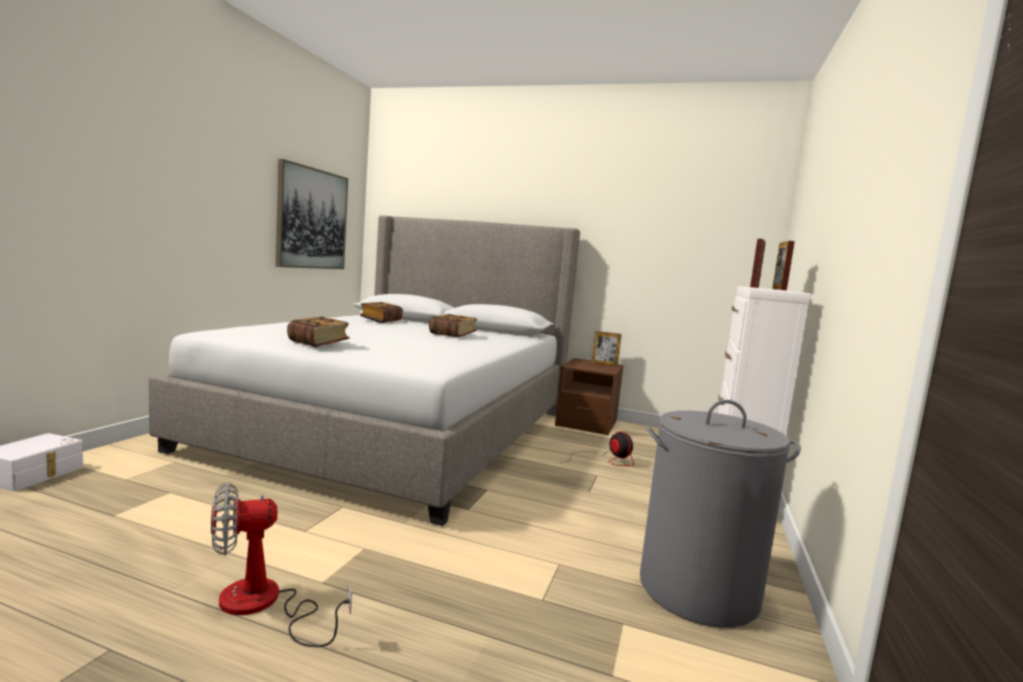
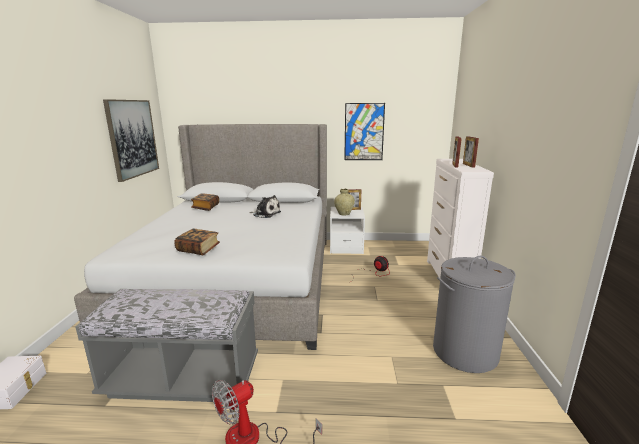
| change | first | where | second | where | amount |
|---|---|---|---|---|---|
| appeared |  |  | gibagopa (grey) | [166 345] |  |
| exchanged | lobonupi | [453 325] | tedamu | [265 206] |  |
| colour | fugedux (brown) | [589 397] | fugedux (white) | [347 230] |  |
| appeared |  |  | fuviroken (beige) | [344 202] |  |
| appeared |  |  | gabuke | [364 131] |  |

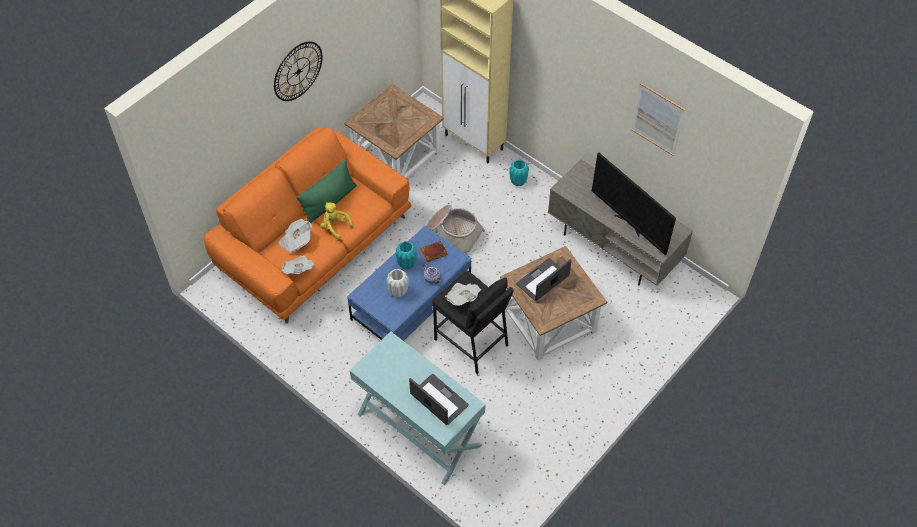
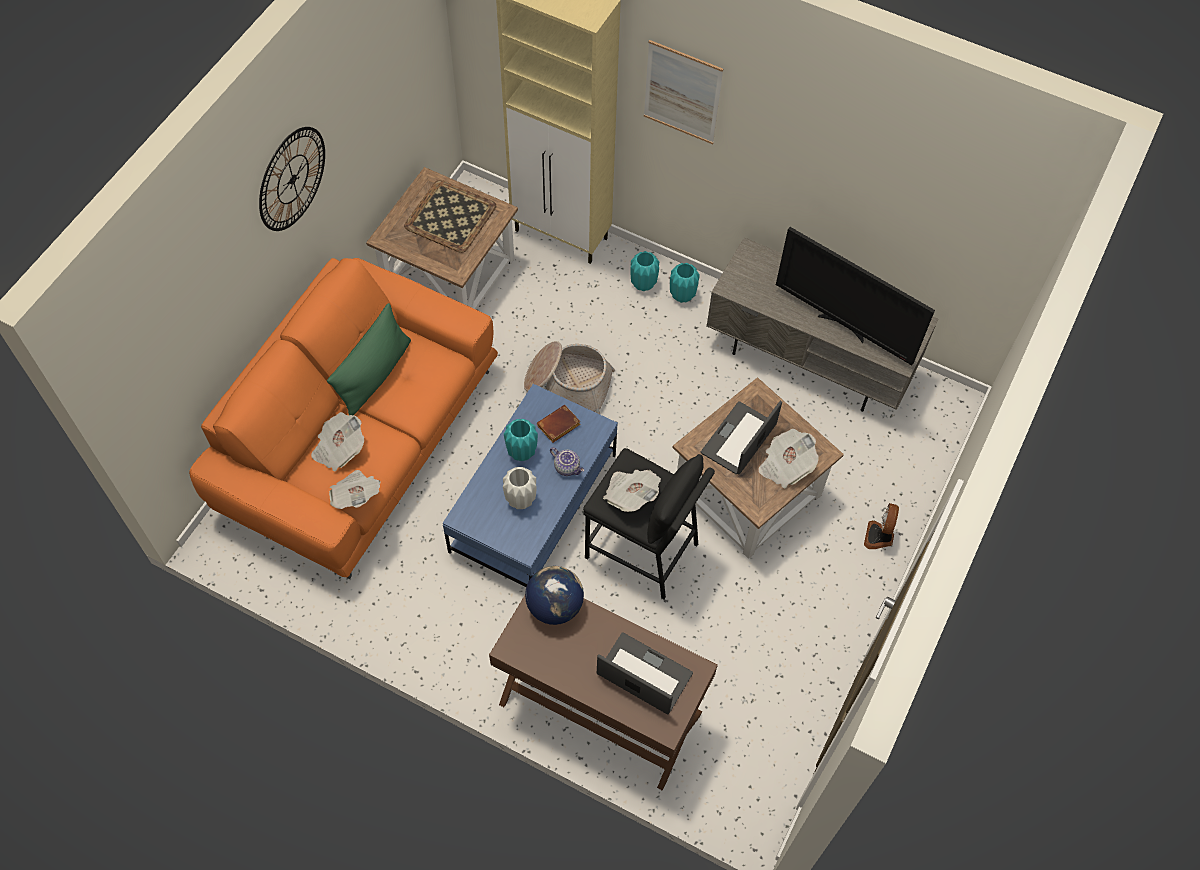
| change | first | where | second | where | amount |
|---|---|---|---|---|---|
| appeared |  |  | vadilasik | [450 216] |  |
| colour | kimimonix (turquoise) | [418 408] | kimimonix (brown) | [603 693] |  |
| appeared |  |  | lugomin | [554 595] |  |
| relocated | gabuke | [658 119] |  | [683 92] |  |
| appeared |  |  | fuviroken (turquoise) | [685 283] |  |
| appeared |  |  | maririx | [788 458] |  |
| appeared |  |  | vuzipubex | [881 526] |  |
| missing | tedamu (yellow) | [336 221] |  |  |  |

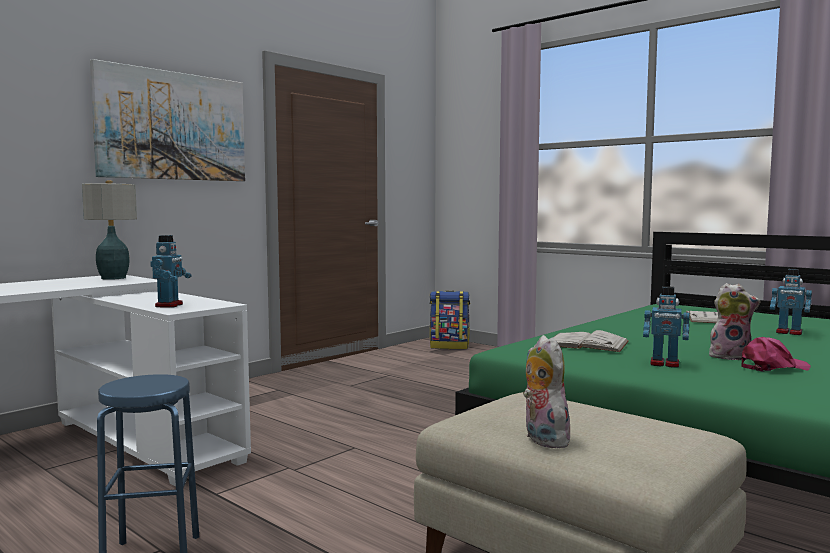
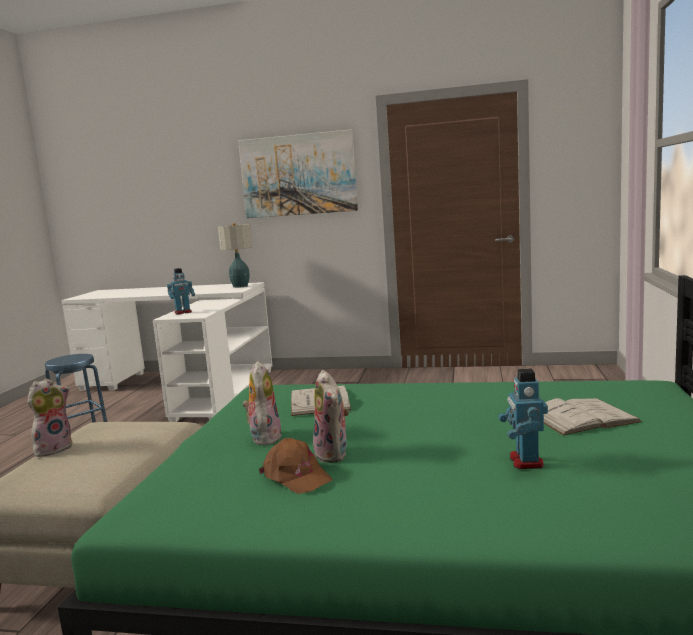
| change | first | where | second | where | amount |
|---|---|---|---|---|---|
| exchanged | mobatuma | [666 327] | tedamu | [262 403] |  |
| colour | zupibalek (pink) | [776 354] | zupibalek (brown) | [296 466] |  |
| missing | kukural | [450 320] |  |  |  |

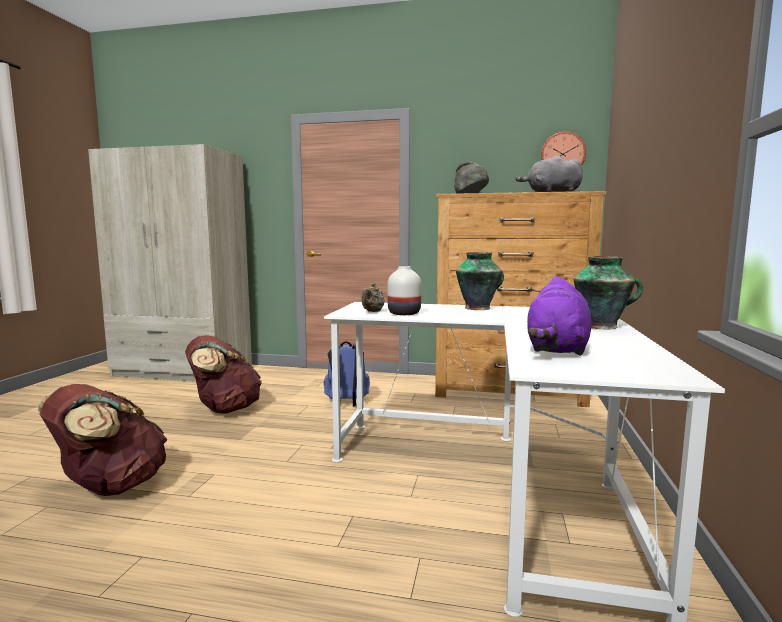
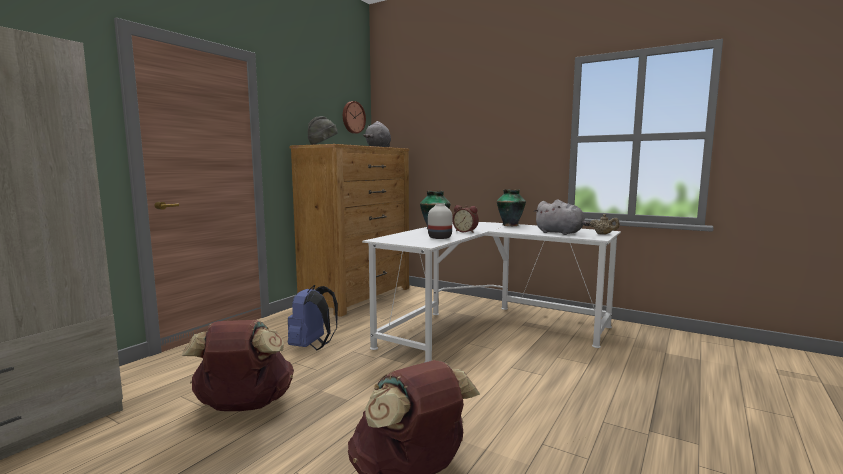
| change | first | where | second | where | amount |
|---|---|---|---|---|---|
| appeared |  |  | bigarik | [465 219] |  |
| colour | tedamu (purple) | [559 316] | tedamu (grey) | [562 217] |  |
| relocated | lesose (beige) | [372 297] |  | [605 224] |  |

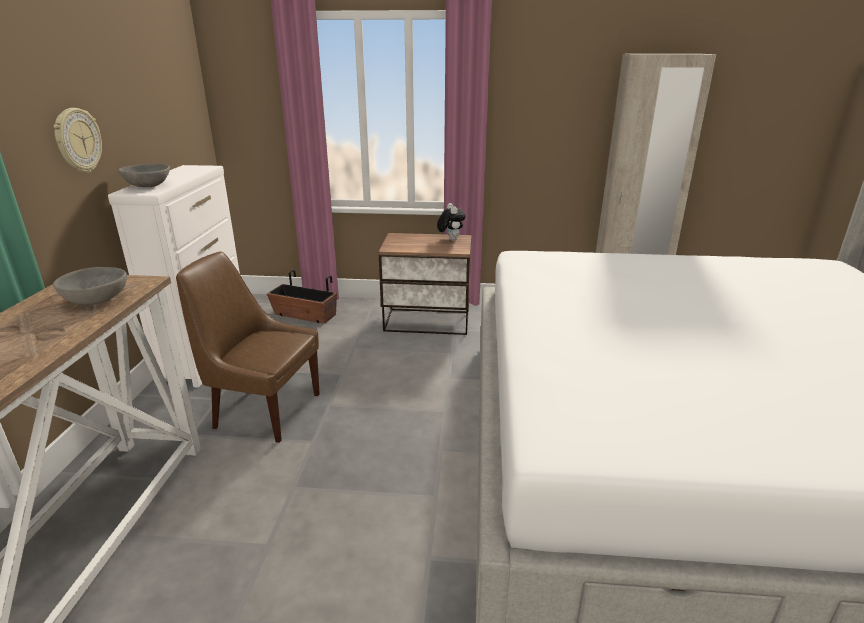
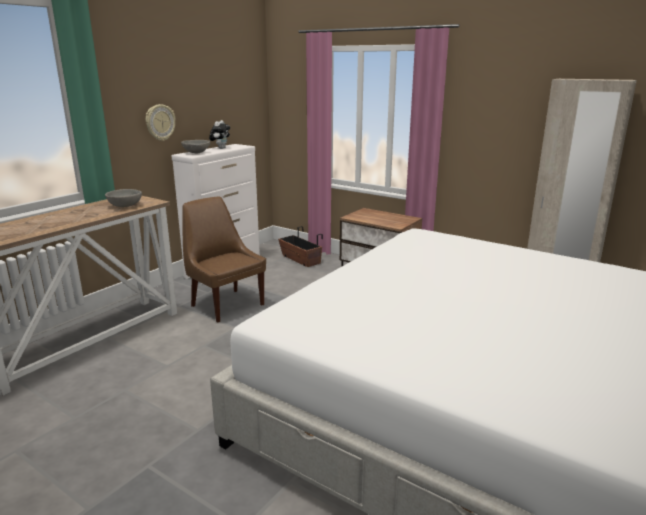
| change | first | where | second | where | amount |
|---|---|---|---|---|---|
| relocated | tedamu | [451 222] |  | [219 134] |  |

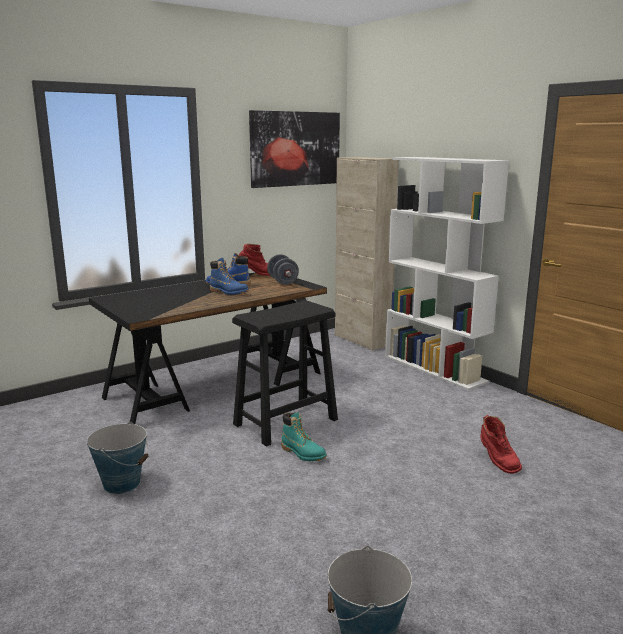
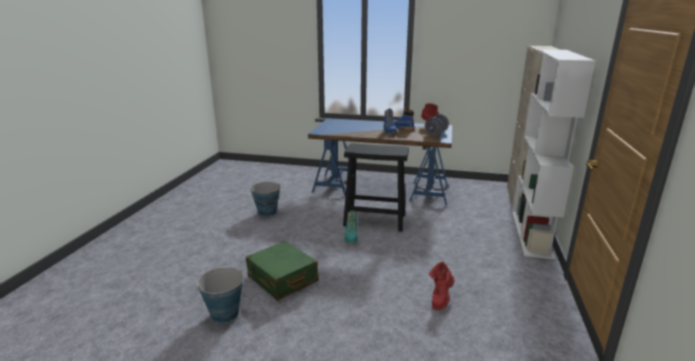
| change | first | where | second | where | amount |
|---|---|---|---|---|---|
| appeared |  |  | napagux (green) | [282 271] |  |
| colour | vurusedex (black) | [208 348] | vurusedex (blue) | [380 161] |  |
| missing | gabuke | [294 149] |  |  |  |

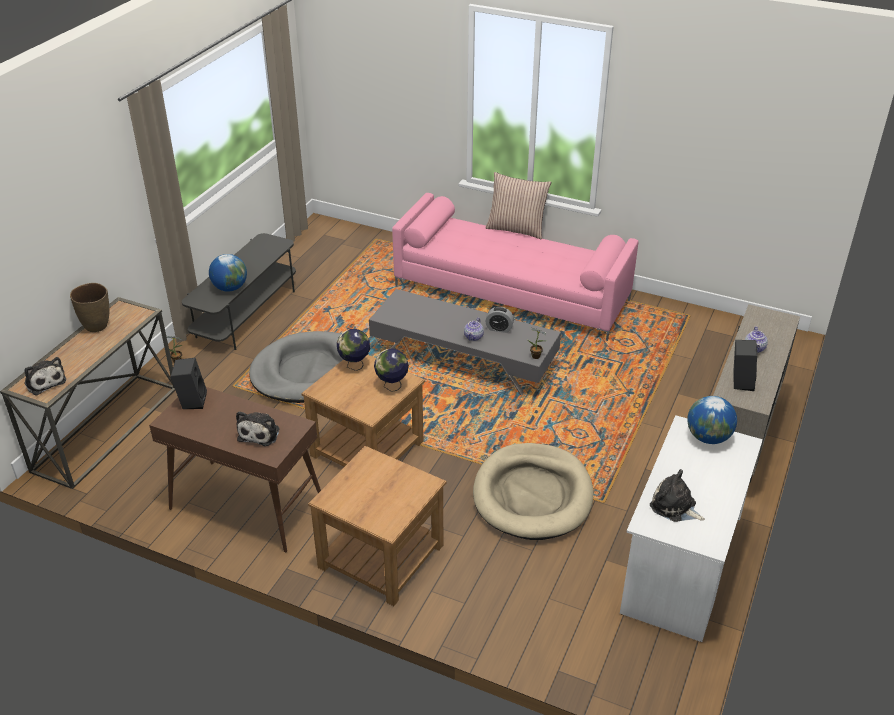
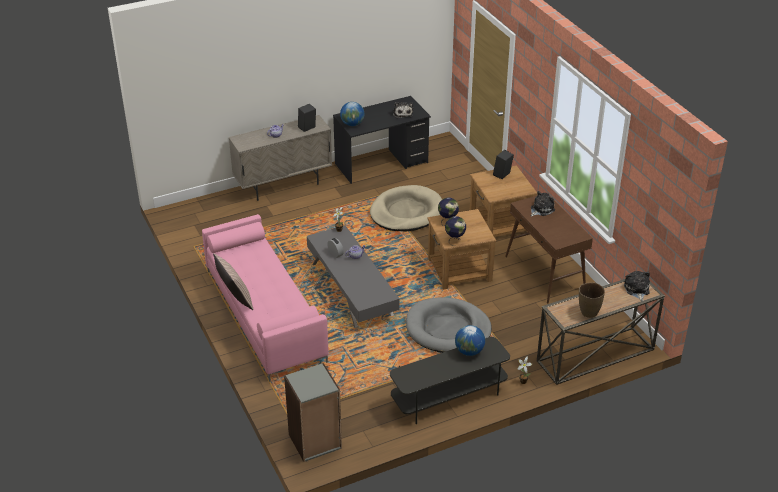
| change | first | where | second | where | amount |
|---|---|---|---|---|---|
| appeared |  |  | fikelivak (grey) | [313 412] |  |
| colour | vurusedex (white) | [691 528] | vurusedex (black) | [382 140] |  |
| relocated | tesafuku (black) | [188 383] |  | [503 164] |  |

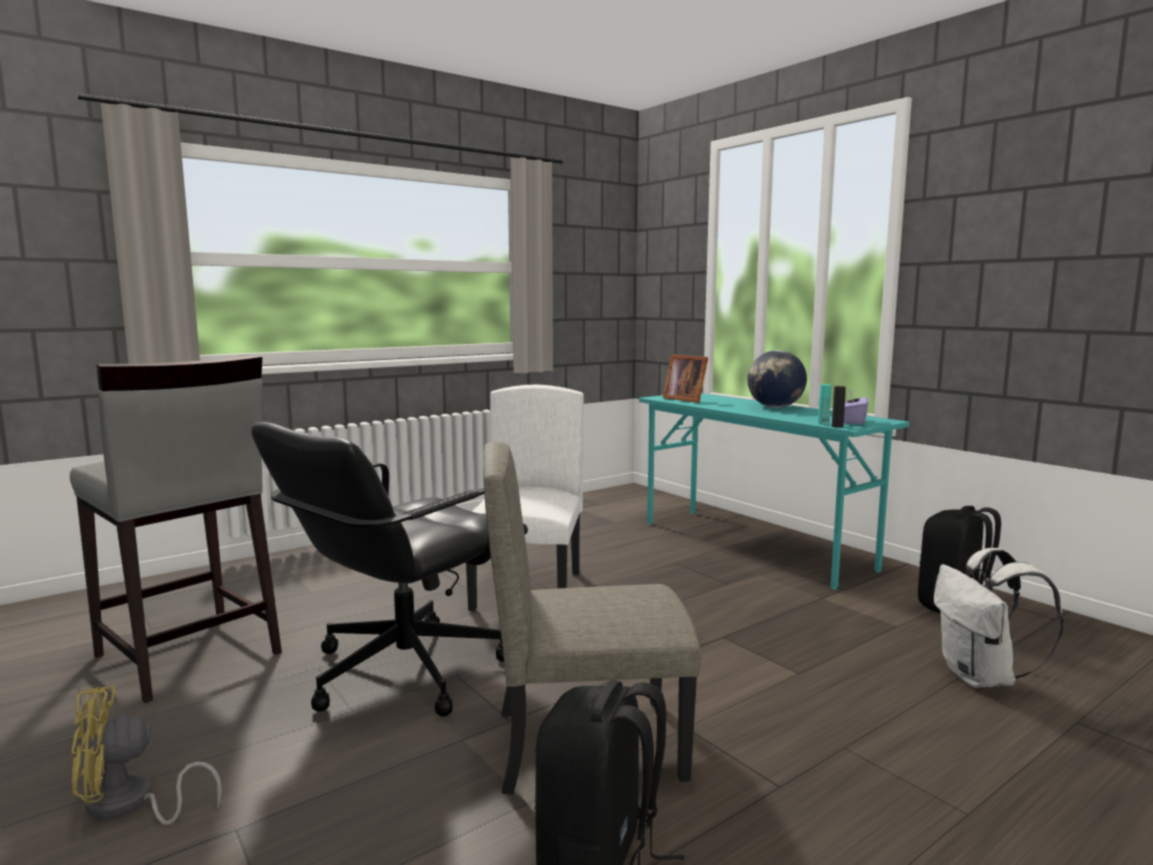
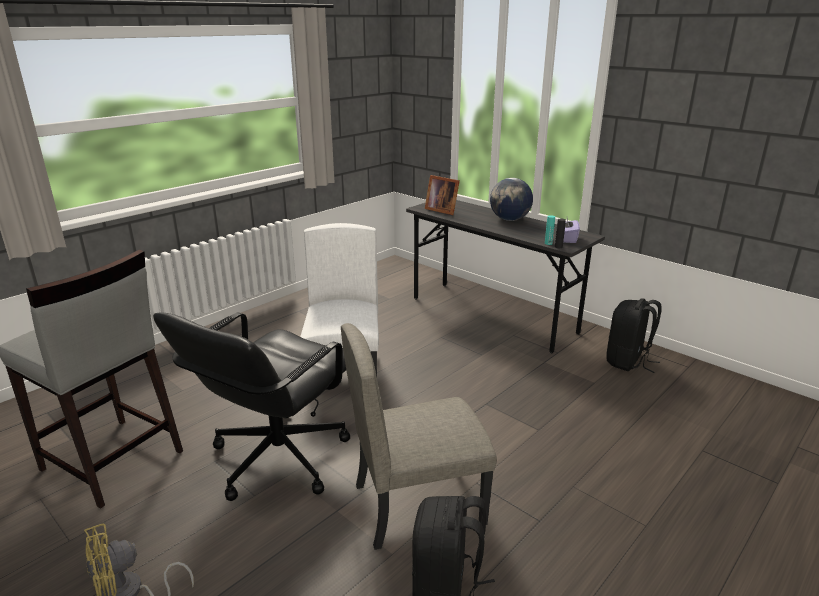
| change | first | where | second | where | amount |
|---|---|---|---|---|---|
| colour | vurusedex (turquoise) | [774 491] | vurusedex (grey) | [505 276] |  |
| missing | kukural (white) | [999 618] |  |  |  |

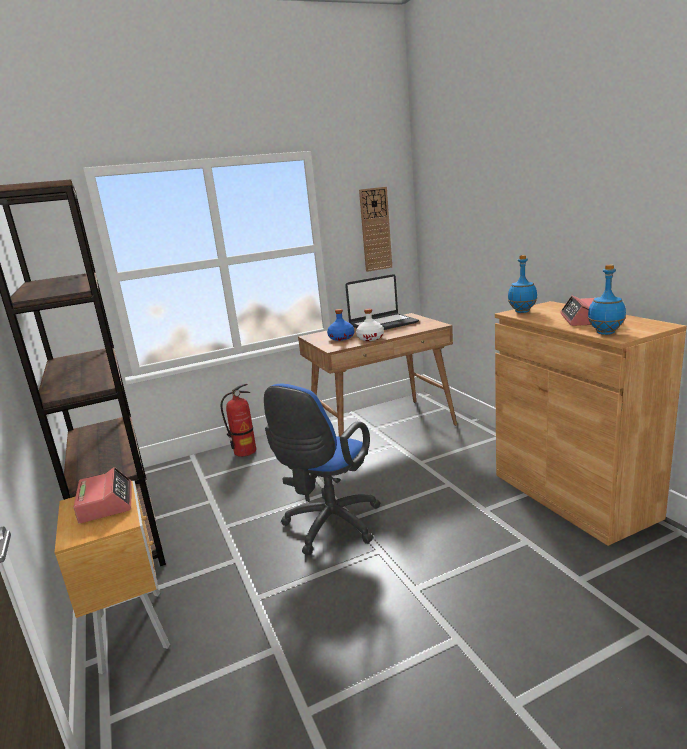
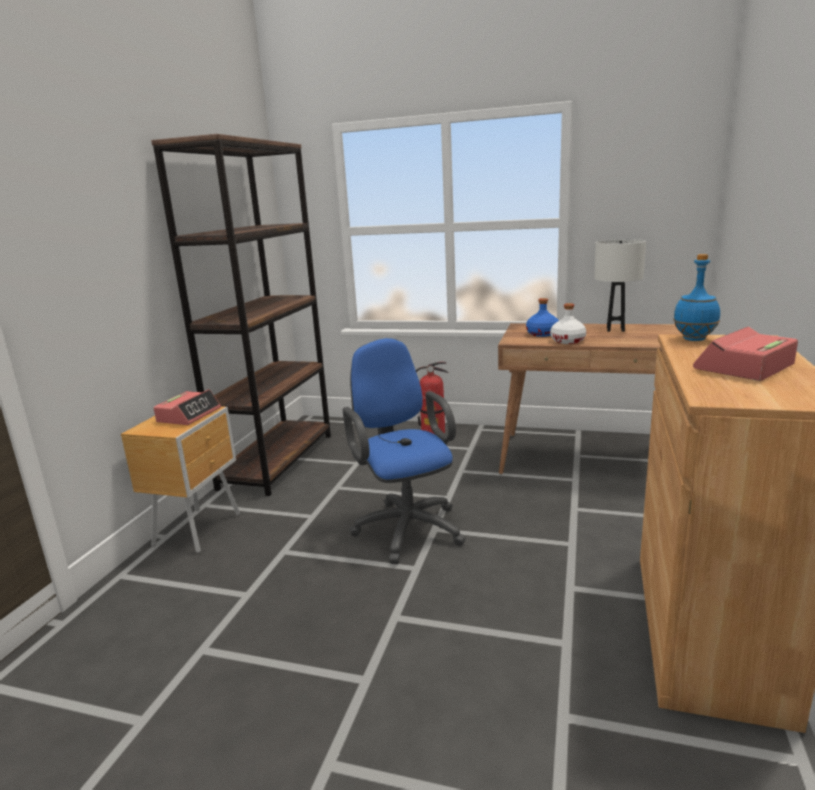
| change | first | where | second | where | amount |
|---|---|---|---|---|---|
| spun | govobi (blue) | [322 469] |  | [404 451] | 90 degrees clockwise |
| exchanged | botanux | [382 302] | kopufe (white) | [620 285] |  |
| missing | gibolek | [375 229] |  |  |  |
| missing | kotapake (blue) | [607 300] |  |  |  |

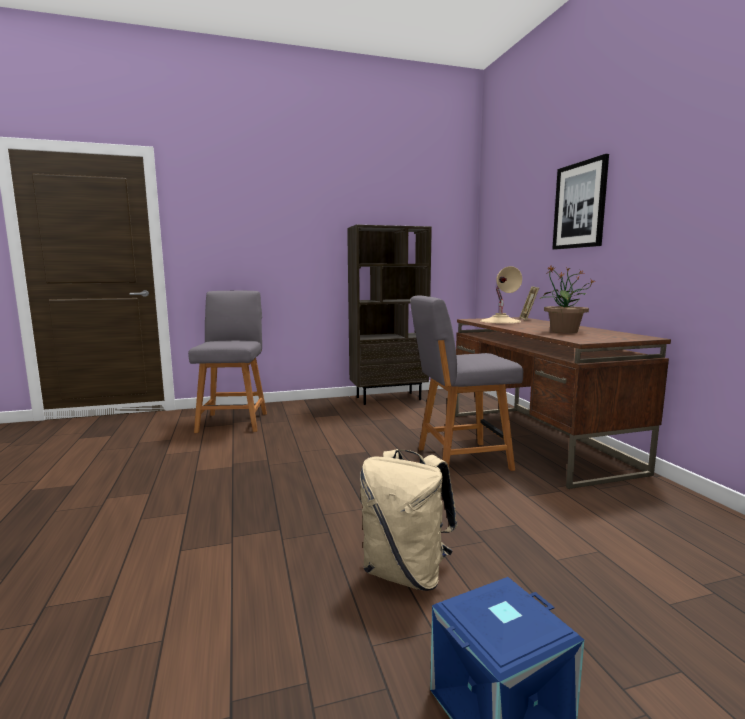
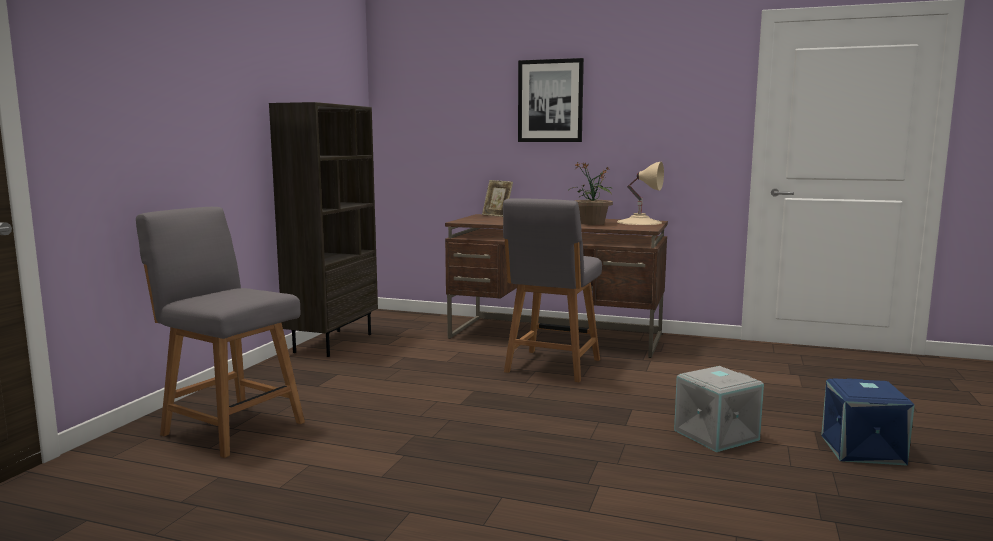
| change | first | where | second | where | amount |
|---|---|---|---|---|---|
| relocated | kopufe (beige) | [501 294] |  | [640 193] |  |
| exchanged | kukural (beige) | [408 520] | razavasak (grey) | [719 409] |  |

